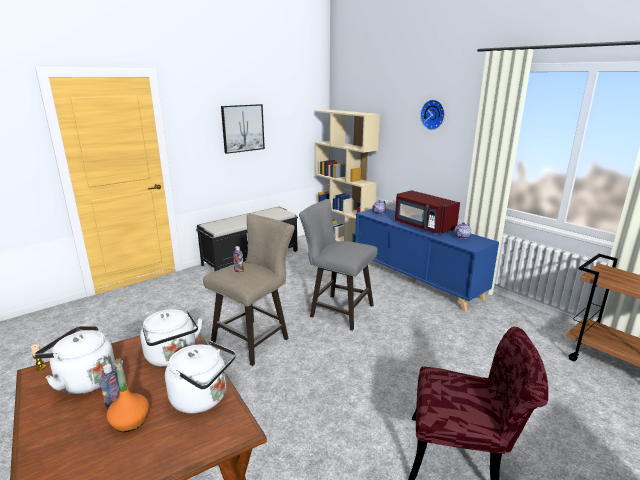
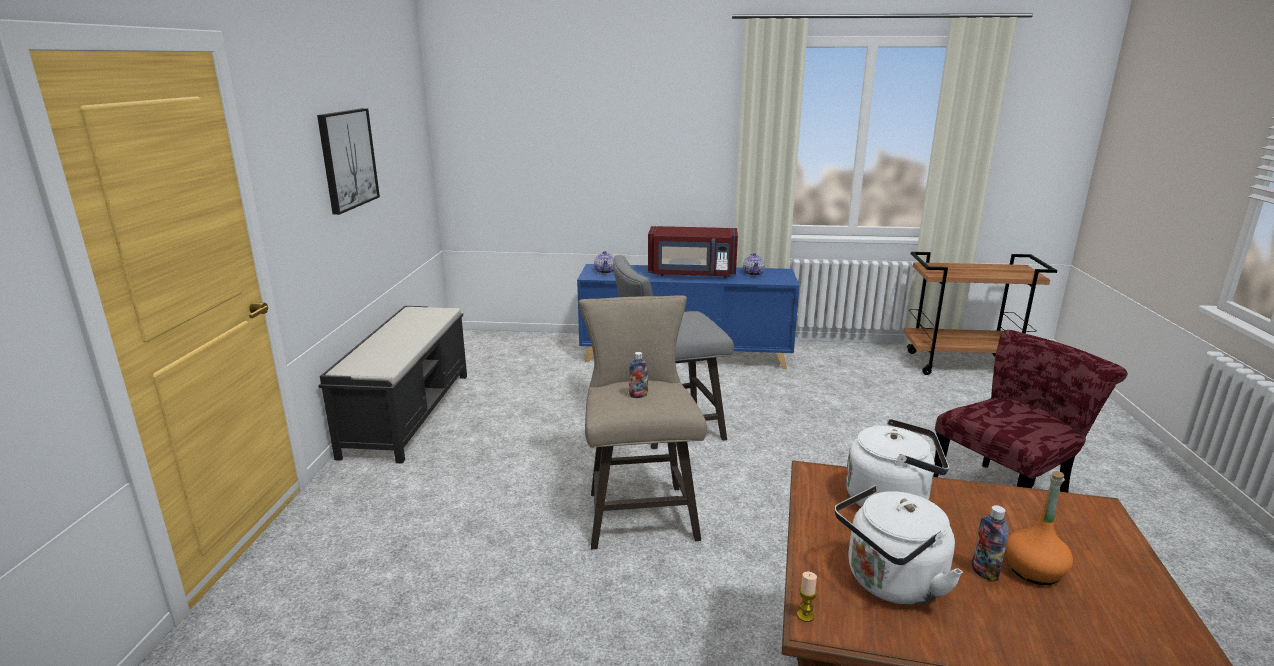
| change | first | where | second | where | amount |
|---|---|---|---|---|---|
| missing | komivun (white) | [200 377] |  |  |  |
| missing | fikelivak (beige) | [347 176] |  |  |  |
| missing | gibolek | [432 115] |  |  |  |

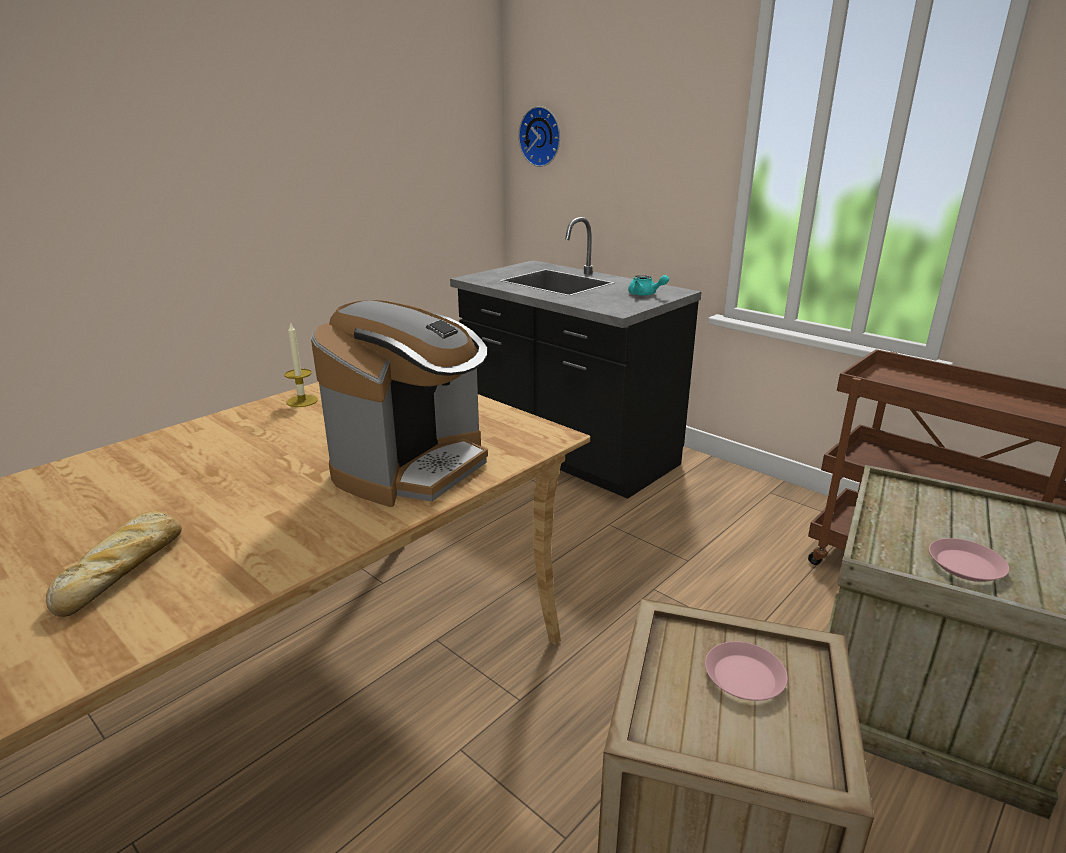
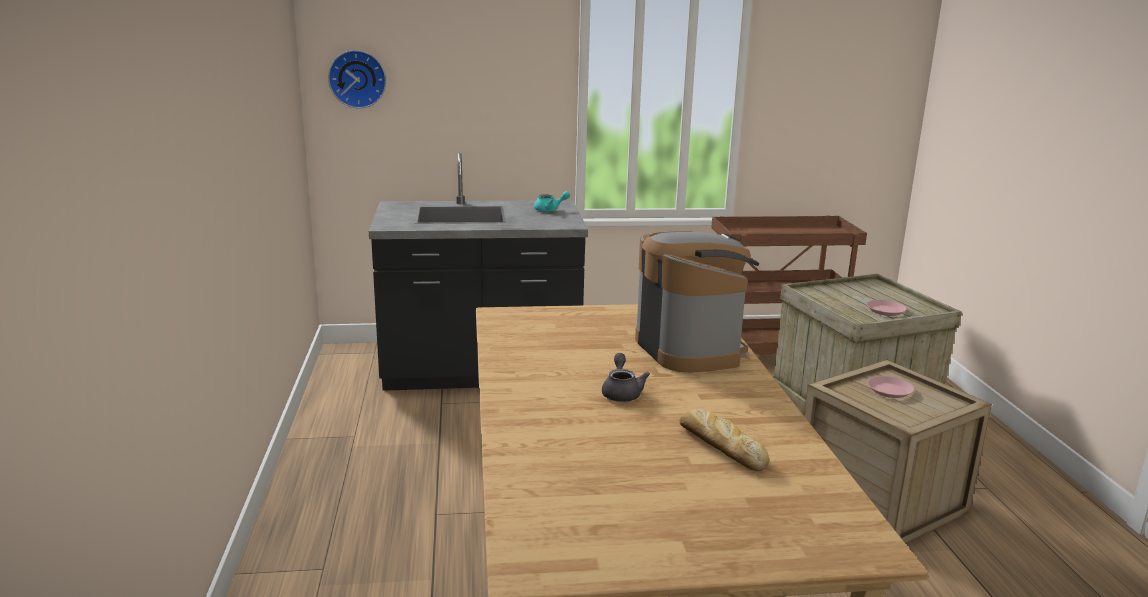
| change | first | where | second | where | amount |
|---|---|---|---|---|---|
| appeared |  |  | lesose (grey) | [626 377] |  |
| missing | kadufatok | [301 364] |  |  |  |

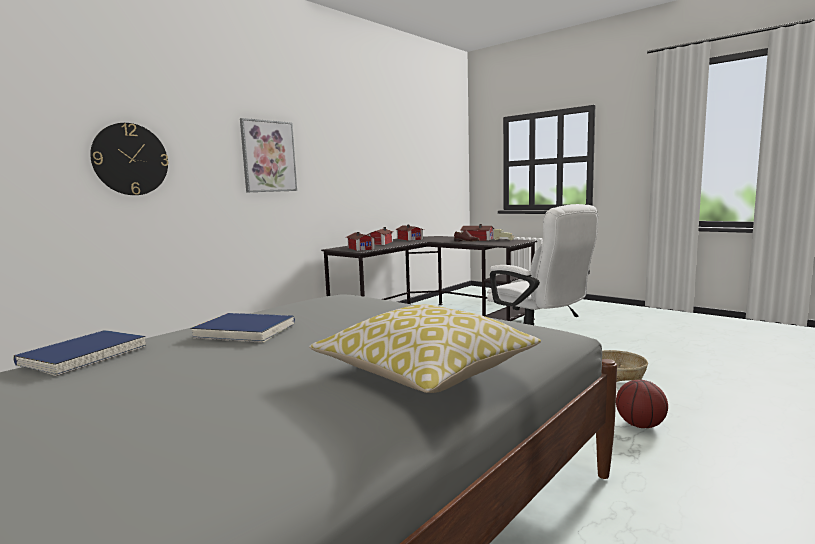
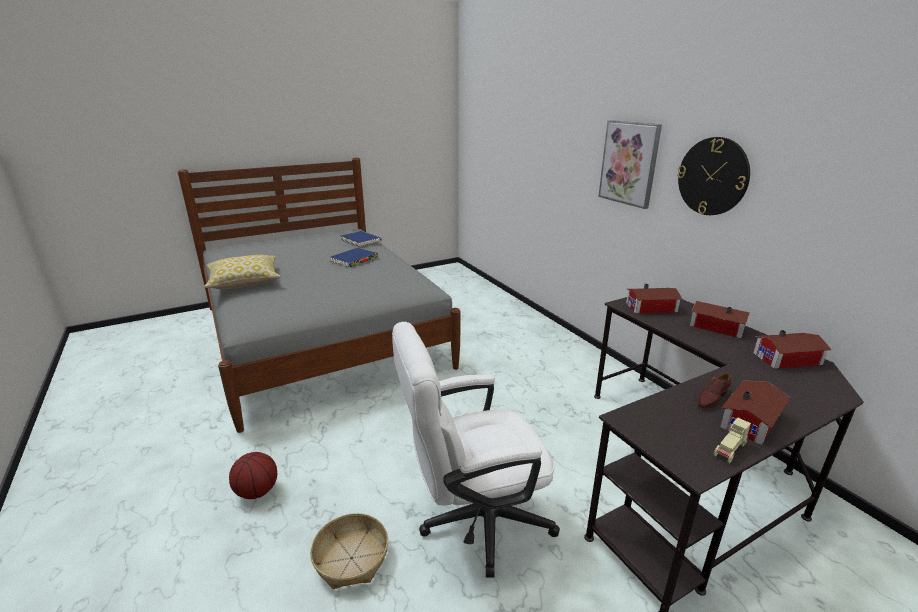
| change | first | where | second | where | amount |
|---|---|---|---|---|---|
| relocated | gibolek | [129 159] |  | [713 176] |  |

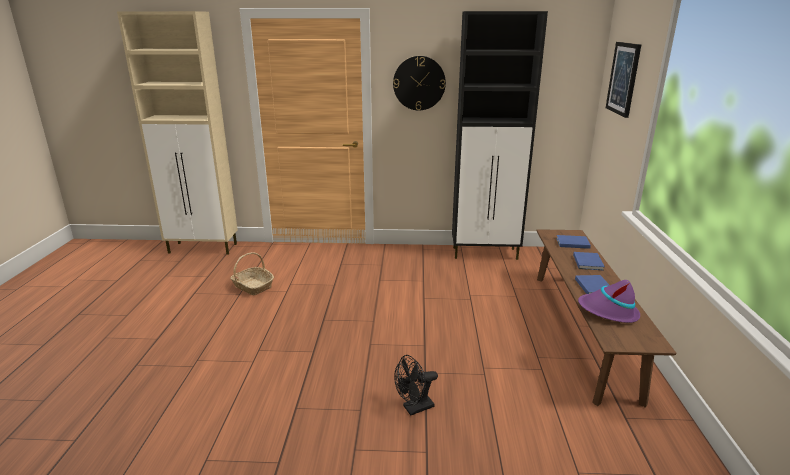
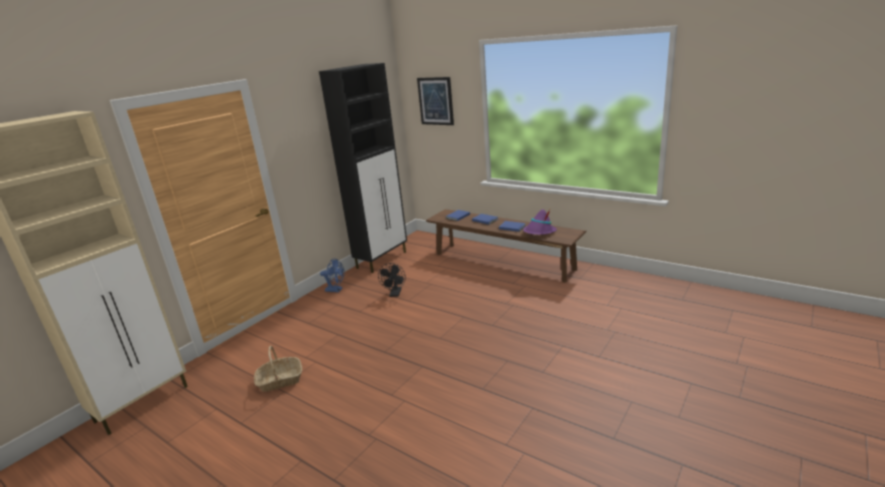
| change | first | where | second | where | amount |
|---|---|---|---|---|---|
| appeared |  |  | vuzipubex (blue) | [332 275] |  |
| relocated | vuzipubex (black) | [416 385] |  | [392 280] |  |
| missing | gibolek | [419 83] |  |  |  |

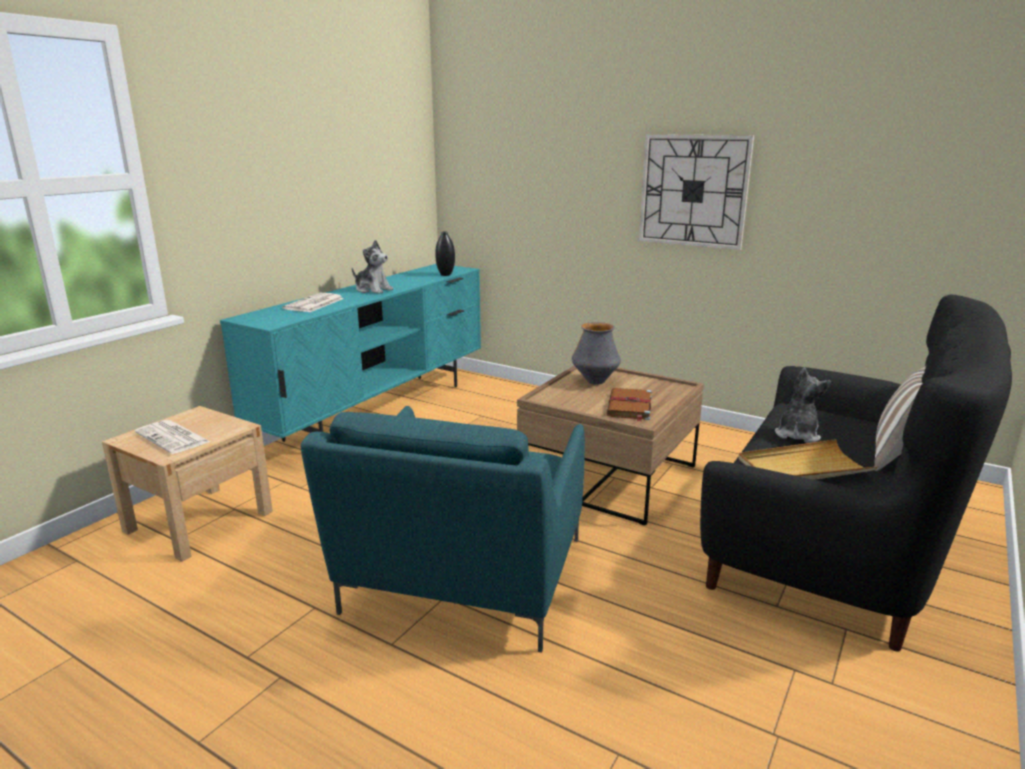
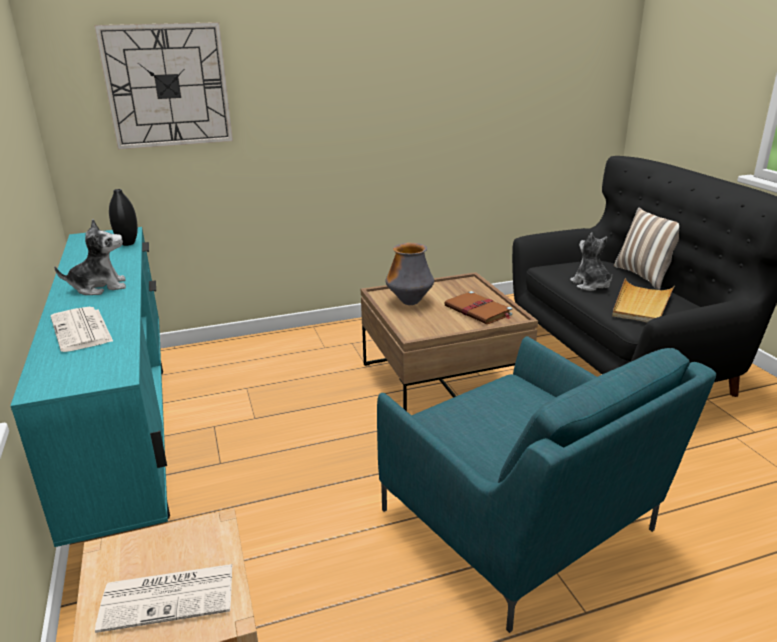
| change | first | where | second | where | amount |
|---|---|---|---|---|---|
| relocated | gibolek | [696 192] |  | [163 85] |  |

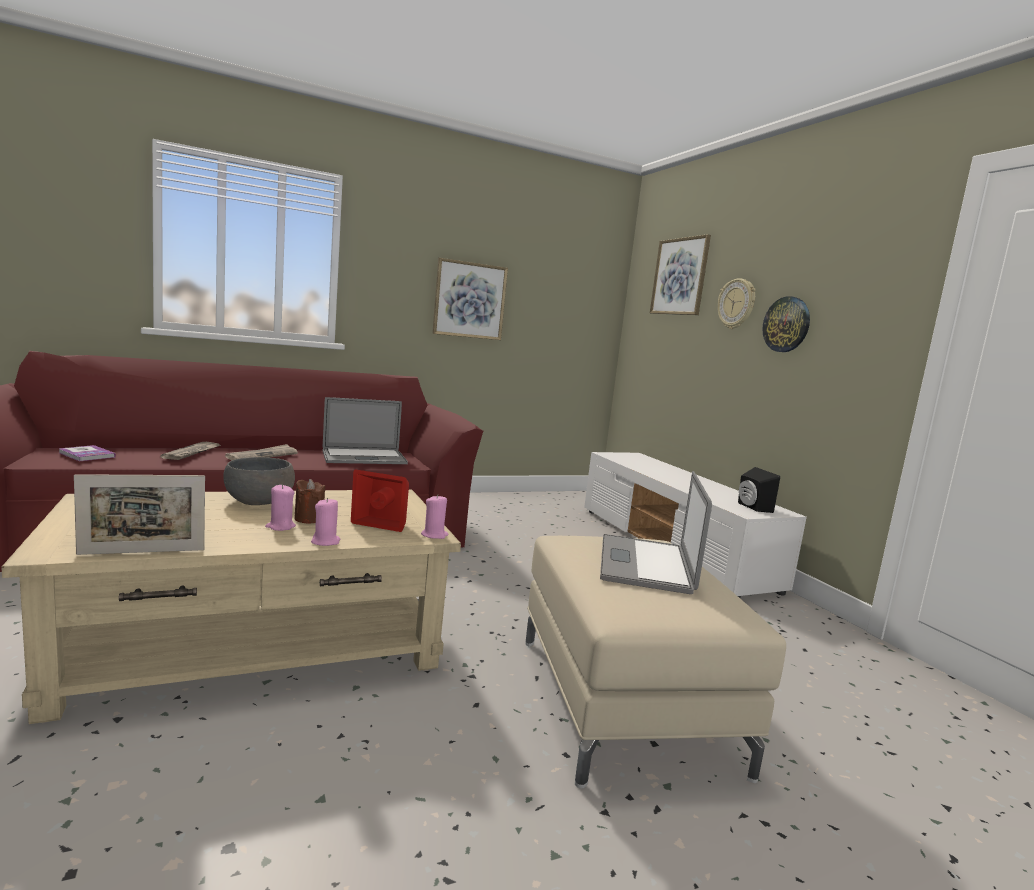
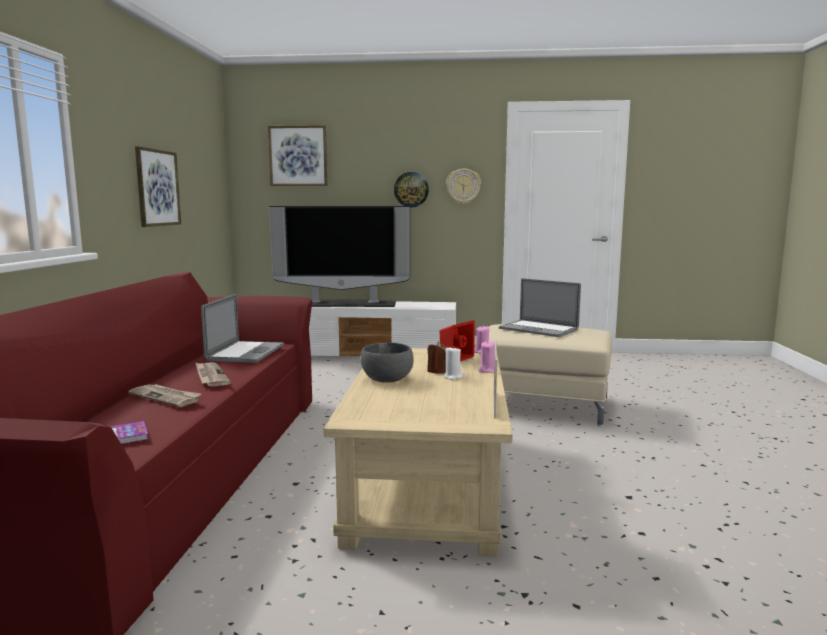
| change | first | where | second | where | amount |
|---|---|---|---|---|---|
| appeared |  |  | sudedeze | [339 256] |  |
| colour | kadufatok (pink) | [280 507] | kadufatok (white) | [453 363] |  |
| relocated | gibolek | [736 303] |  | [463 186] |  |
| missing | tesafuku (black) | [759 490] |  |  |  |

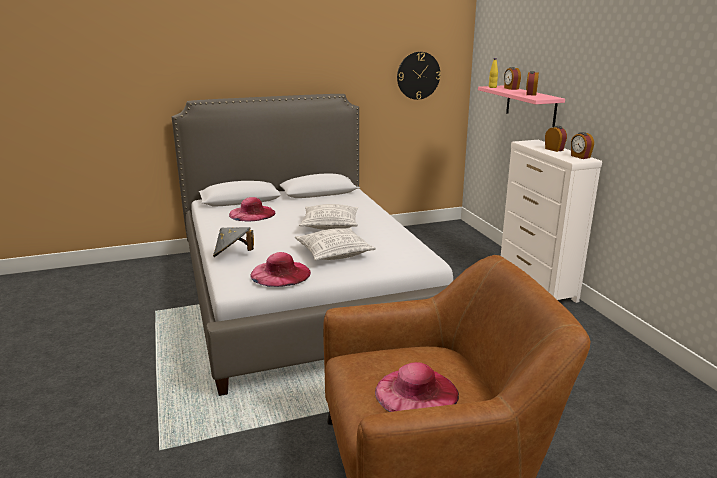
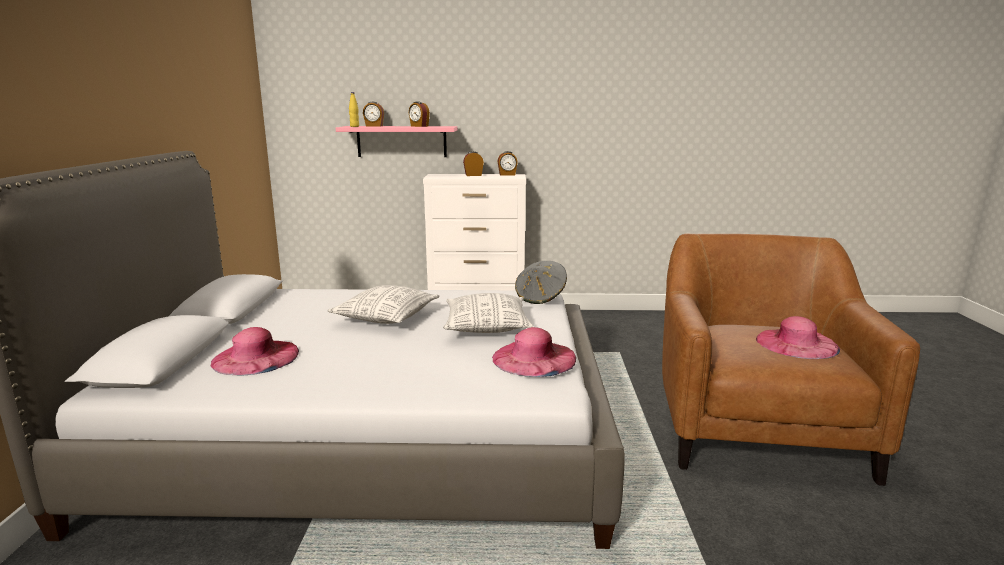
| change | first | where | second | where | amount |
|---|---|---|---|---|---|
| relocated | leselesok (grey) | [233 242] |  | [541 282] |  |
| missing | gibolek | [419 76] |  |  |  |

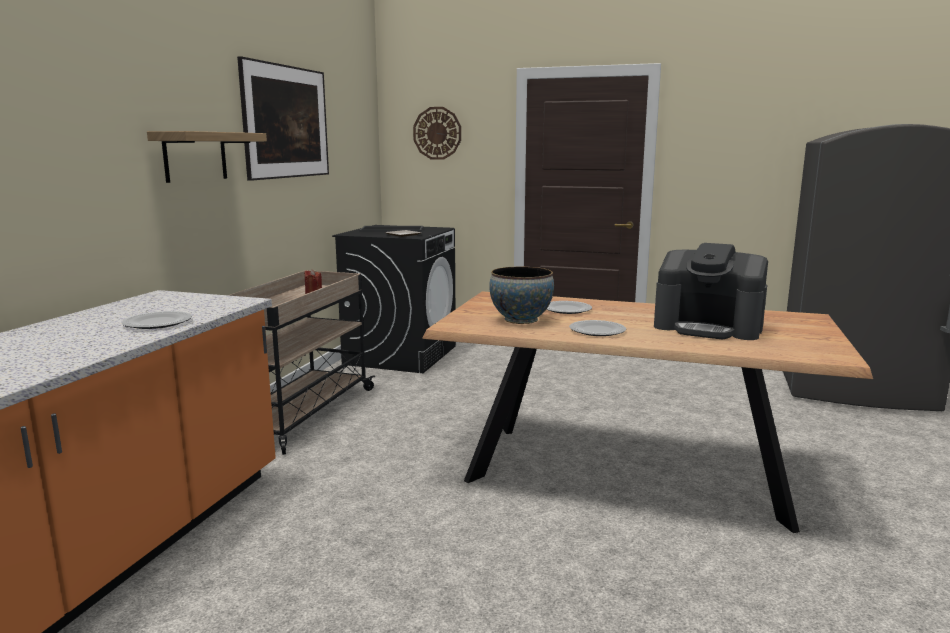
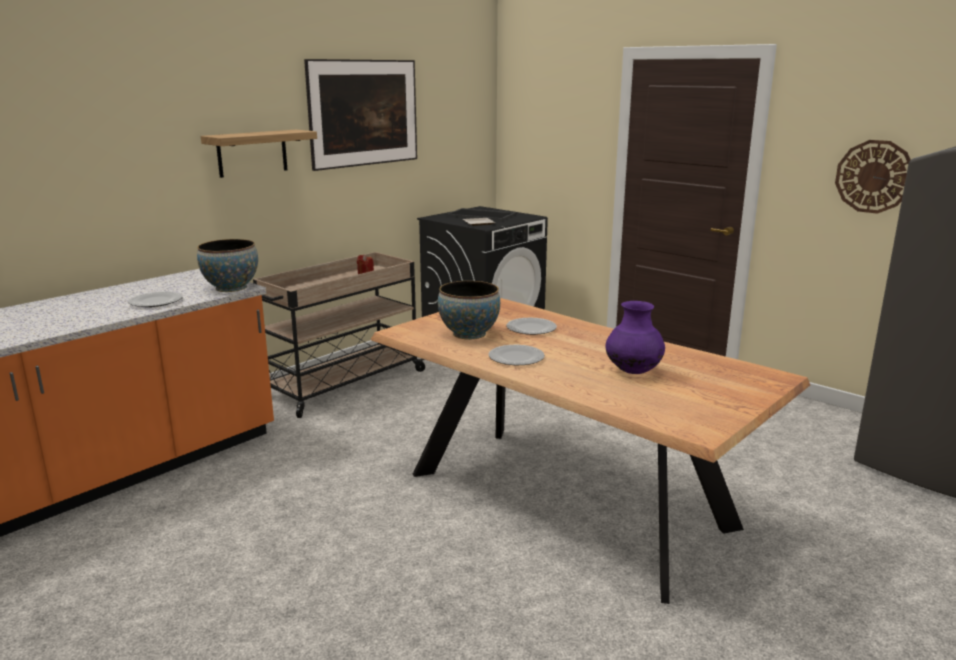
| change | first | where | second | where | amount |
|---|---|---|---|---|---|
| appeared |  |  | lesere | [227 265] |  |
| exchanged | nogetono | [711 291] | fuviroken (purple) | [635 337] |  |
| relocated | gibolek | [437 133] |  | [873 177] |  |

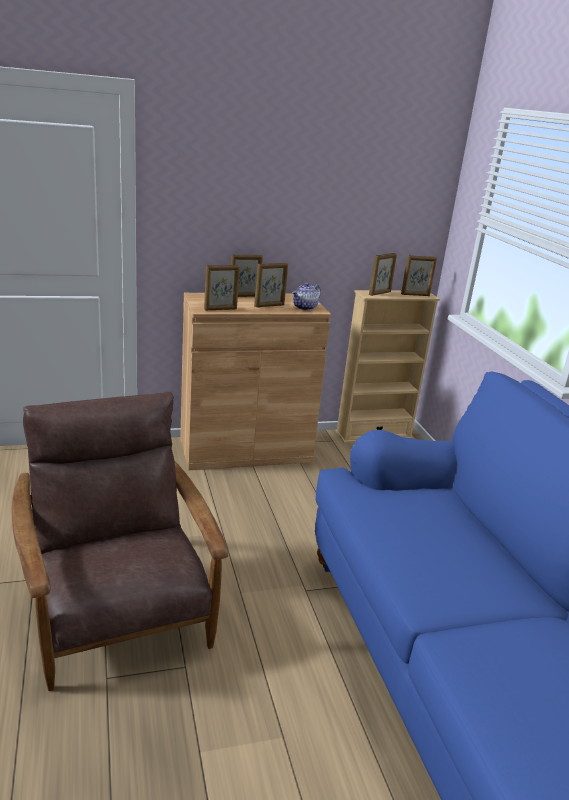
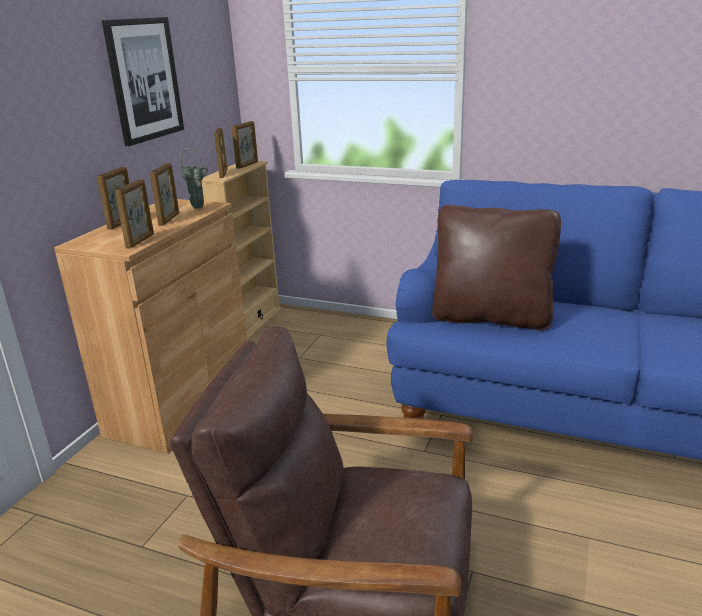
| change | first | where | second | where | amount |
|---|---|---|---|---|---|
| appeared |  |  | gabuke | [143 81] |  |
| exchanged | lesose | [306 296] | fuviroken (green) | [194 178] |  |
| appeared |  |  | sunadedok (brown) | [496 267] |  |

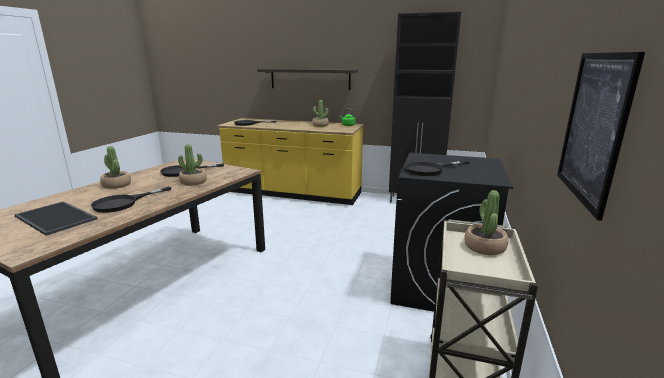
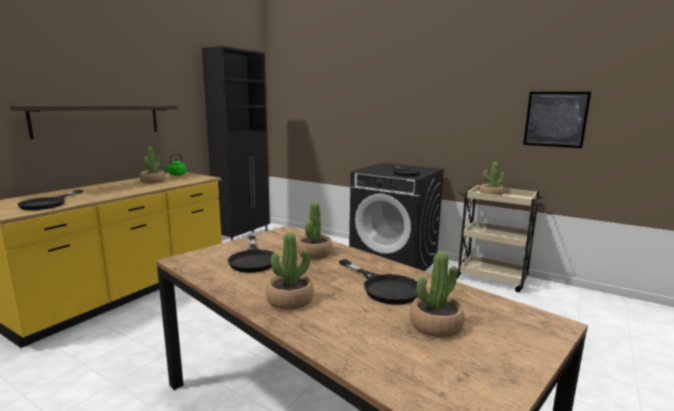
| change | first | where | second | where | amount |
|---|---|---|---|---|---|
| exchanged | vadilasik | [55 218] | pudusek | [437 294] |  |

